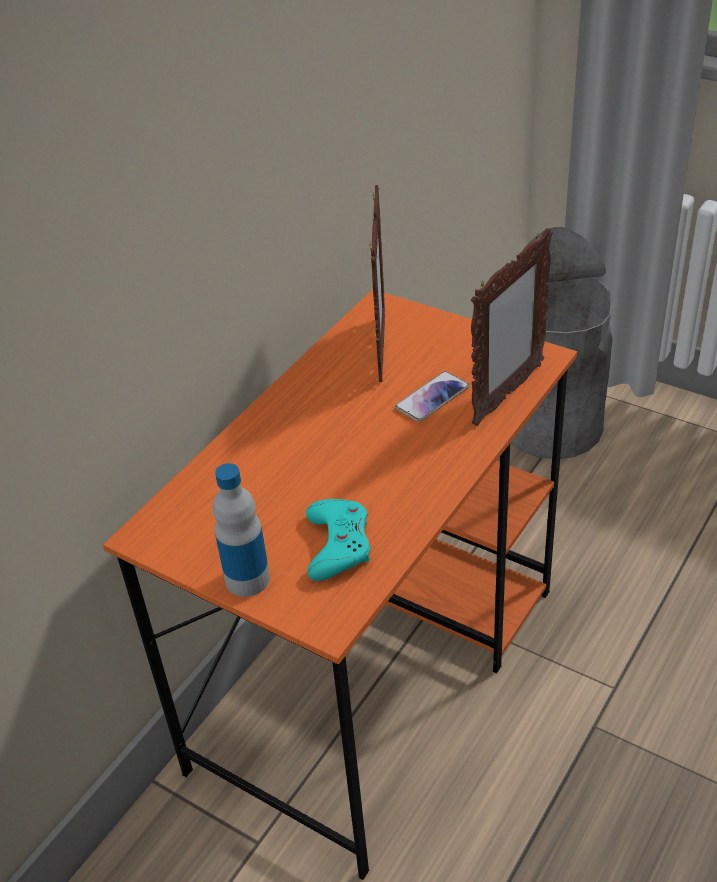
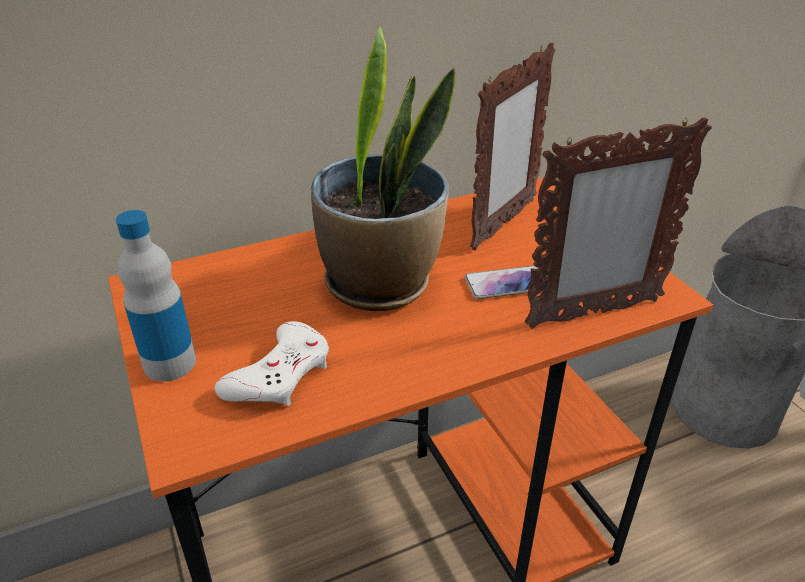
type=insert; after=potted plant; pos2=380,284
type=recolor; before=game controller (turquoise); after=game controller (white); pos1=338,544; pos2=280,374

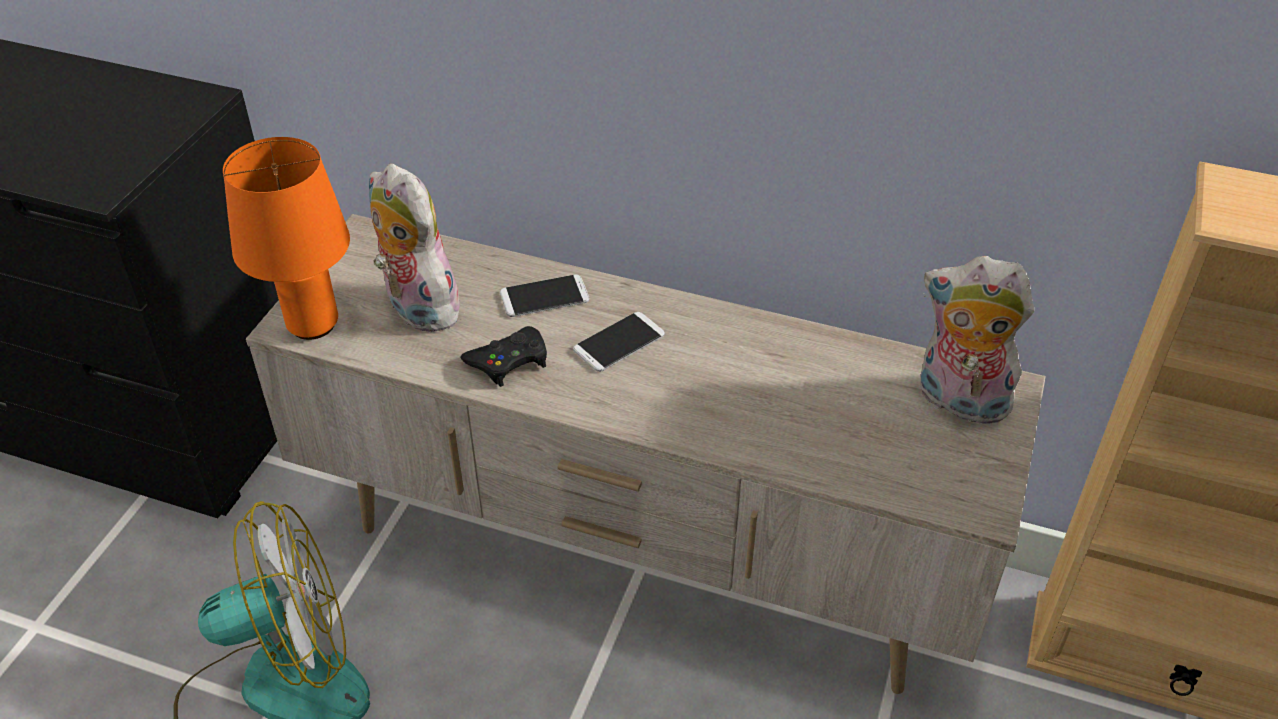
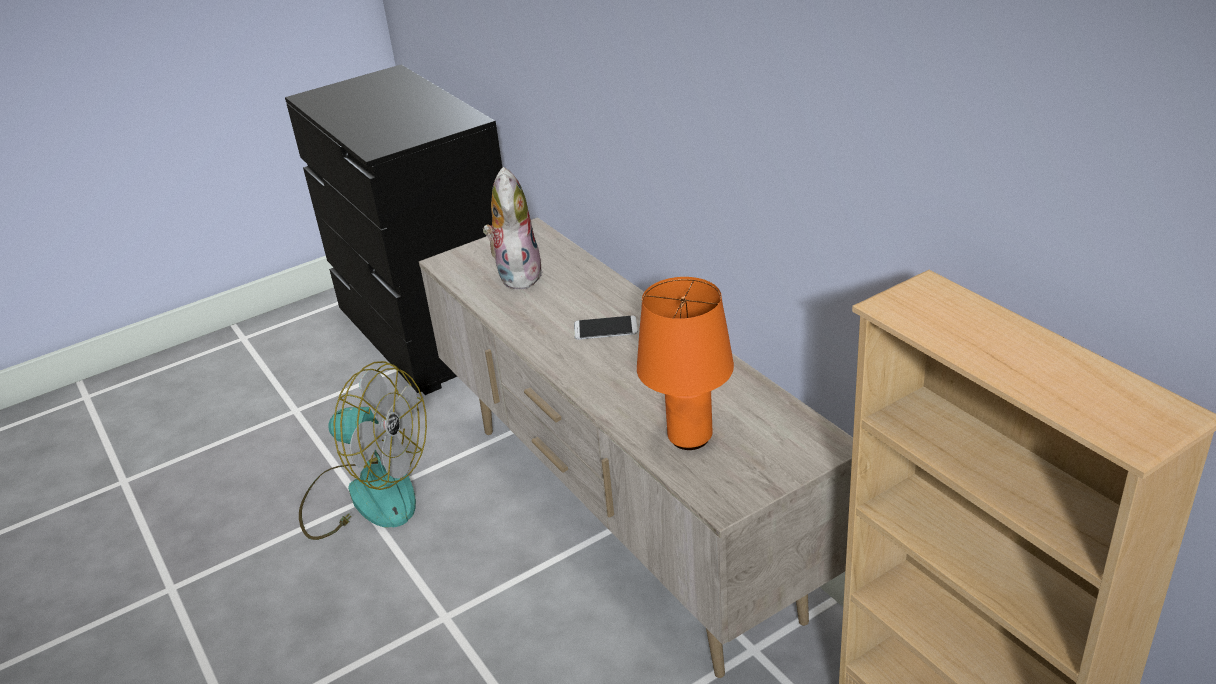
type=delete; before=game controller (black); pos1=509,361
type=delete; before=phone; pos1=544,297
type=delete; before=plush toy; pos1=958,402
type=move; before=table lamp (orange); pos1=313,325; pos2=689,439

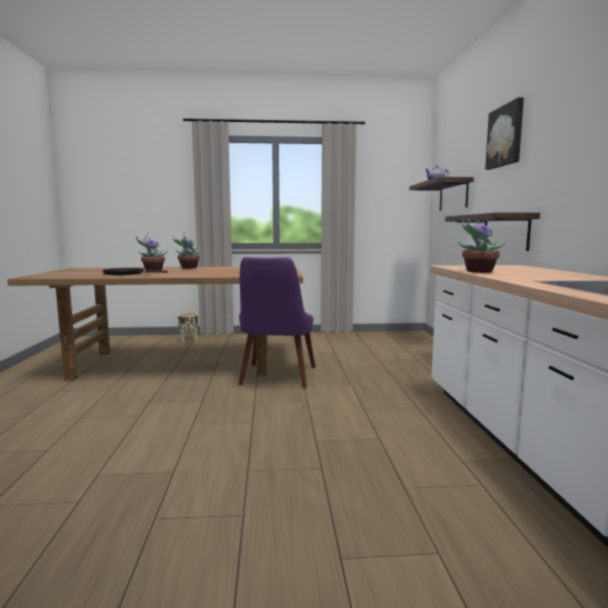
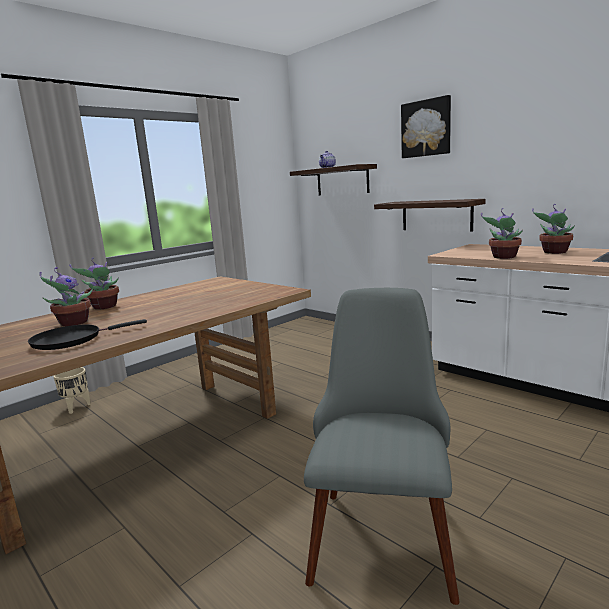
type=delete; before=chair (purple); pos1=276,379
type=insert; after=chair (grey); pos2=382,524
type=insert; after=potted plant; pos2=553,252

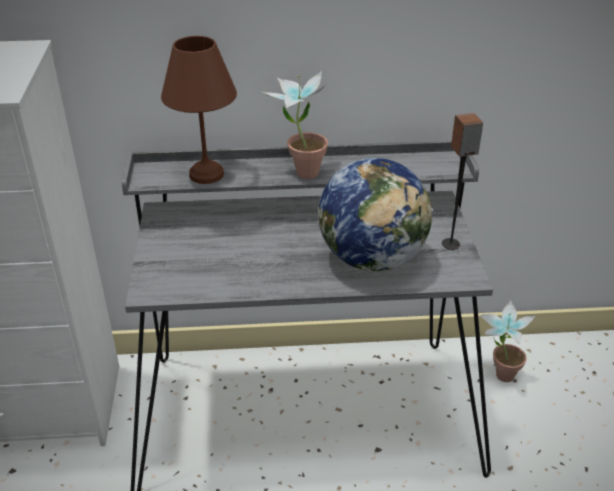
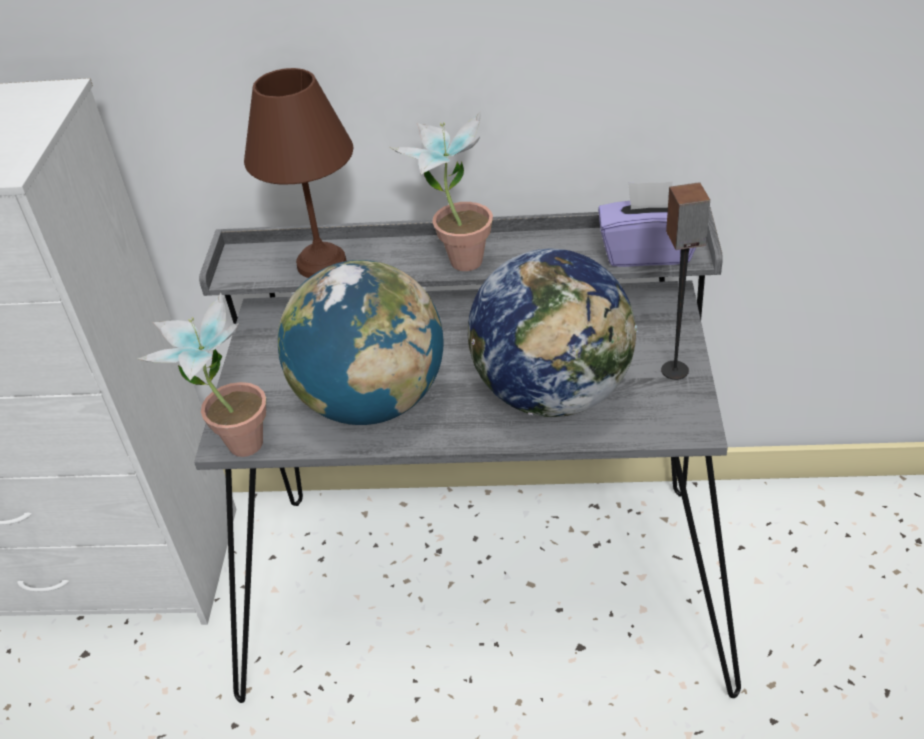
type=insert; after=globe; pos2=372,401
type=insert; after=tissue box (purple); pos2=647,251
type=move; before=potted plant; pos1=497,375; pos2=233,442

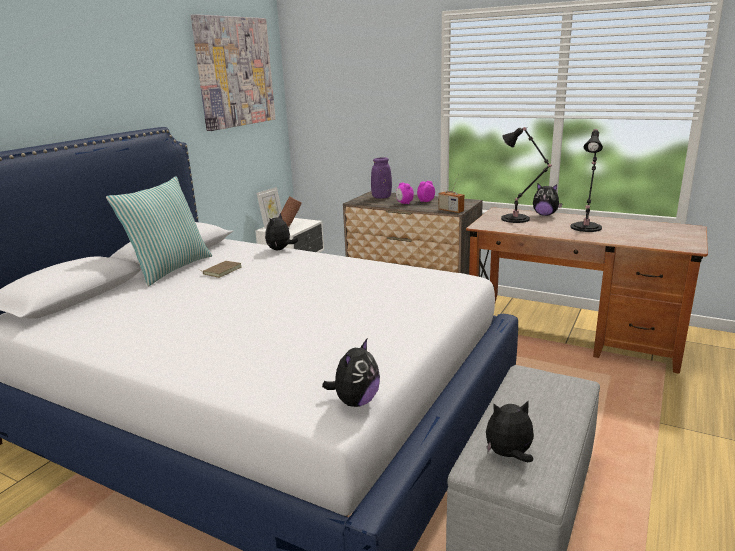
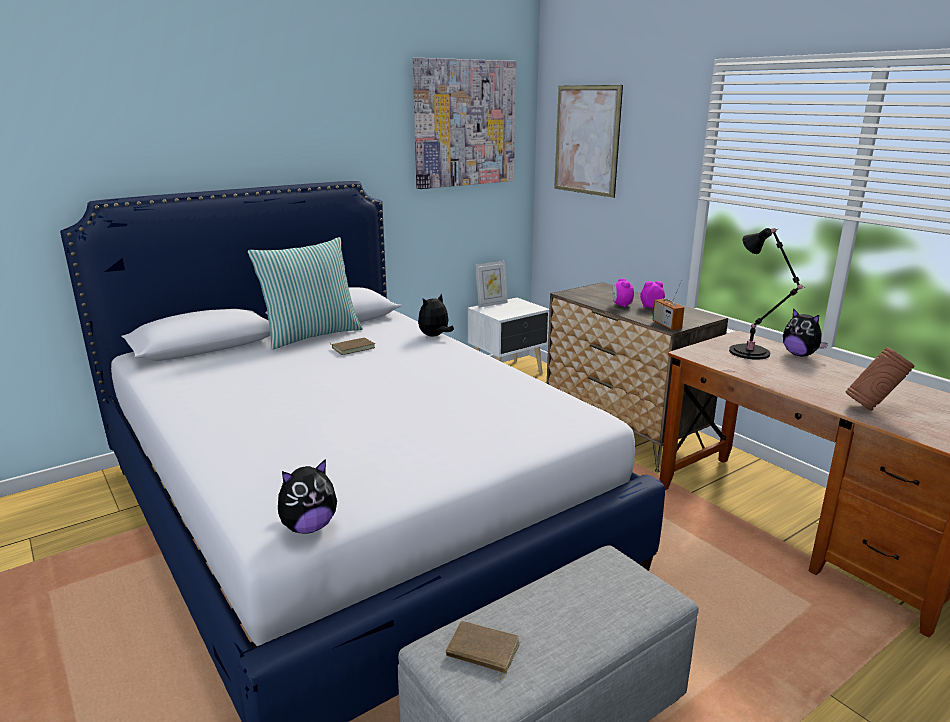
type=delete; before=vase (purple); pos1=381,197
type=delete; before=table lamp (black); pos1=586,227
type=insert; after=picture; pos2=586,140
type=move; before=vase (brown); pos1=290,226; pos2=872,408
type=replace; before=plush toy; after=book (brown); pos1=509,455; pos2=482,652

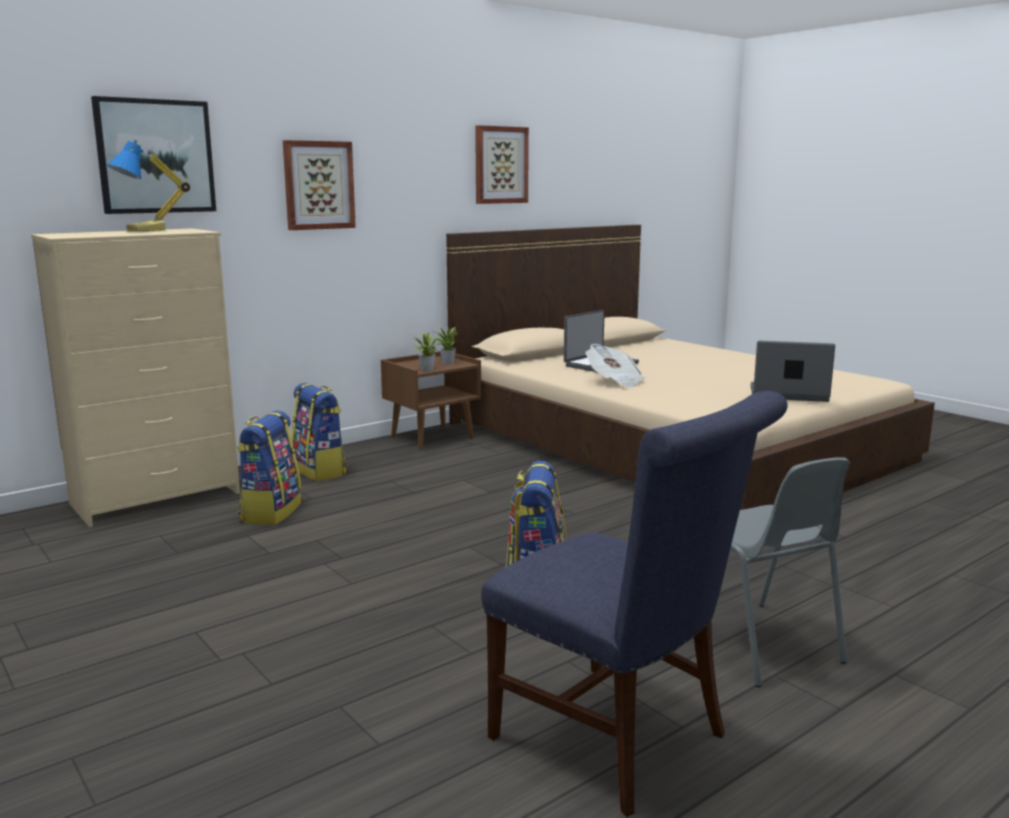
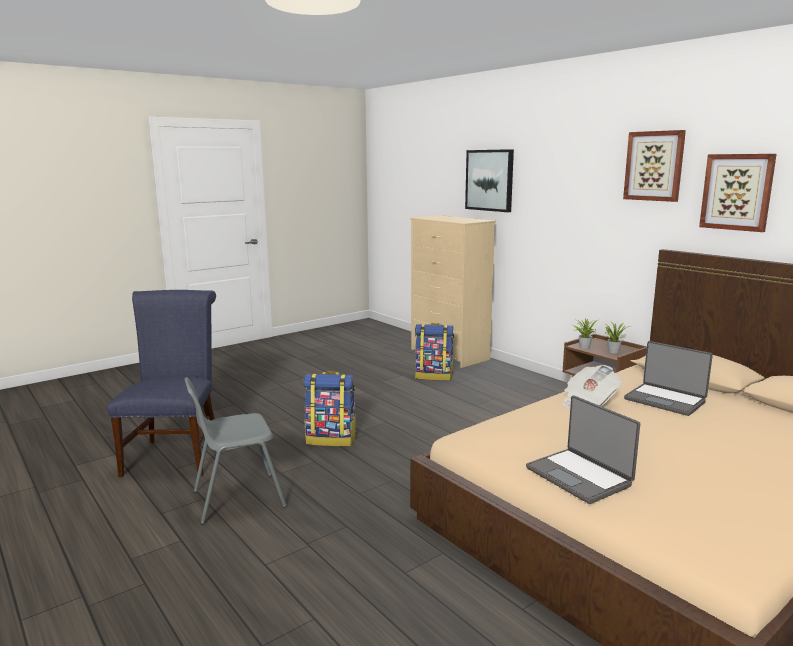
type=delete; before=table lamp; pos1=147,231
type=delete; before=backpack; pos1=320,471
type=move; before=picture; pos1=318,185; pos2=654,166
type=rotate; before=chair (blue); pos1=621,740; pos2=176,454; turn=135
type=rotate; before=laptop; pos1=788,394; pos2=579,476; turn=135

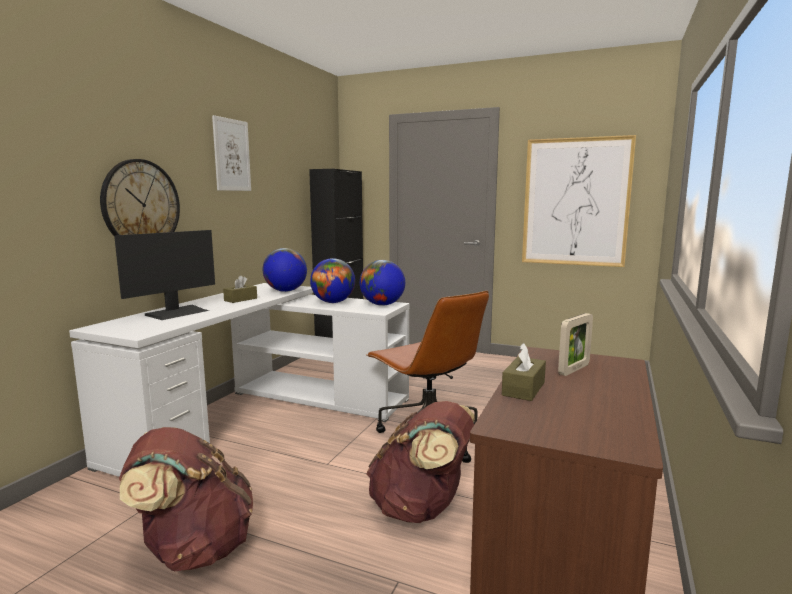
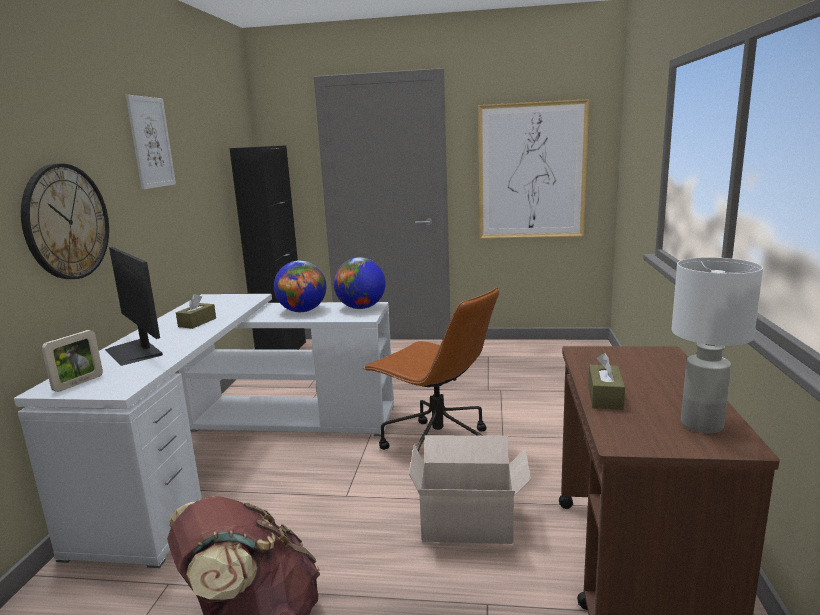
type=delete; before=globe; pos1=285,291
type=insert; after=table lamp (white); pos2=702,424
type=move; before=picture frame; pos1=574,369; pos2=78,383
type=replace; before=backpack (brown); after=cardboard box; pos1=421,508; pos2=470,524
type=rotate; before=monitor; pos1=177,312; pos2=135,352; turn=120

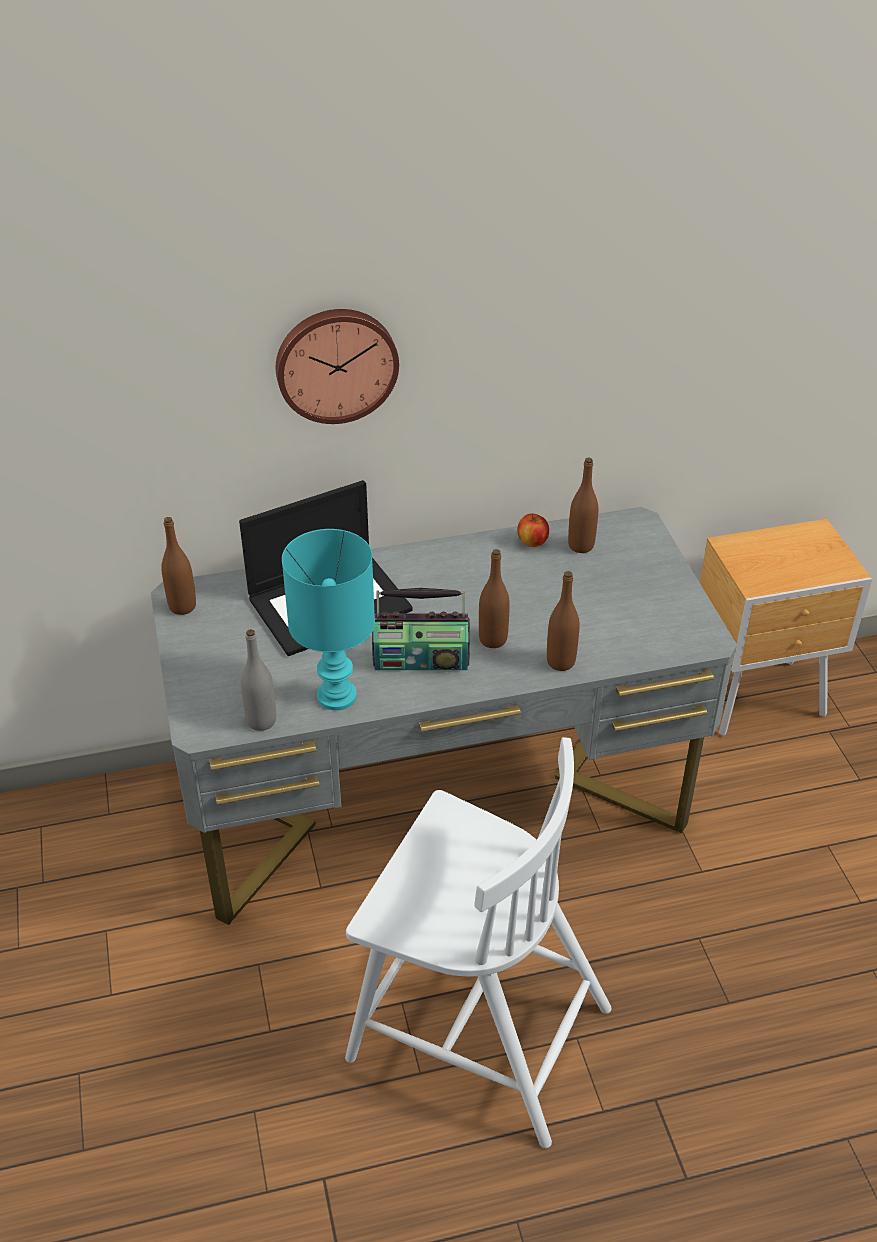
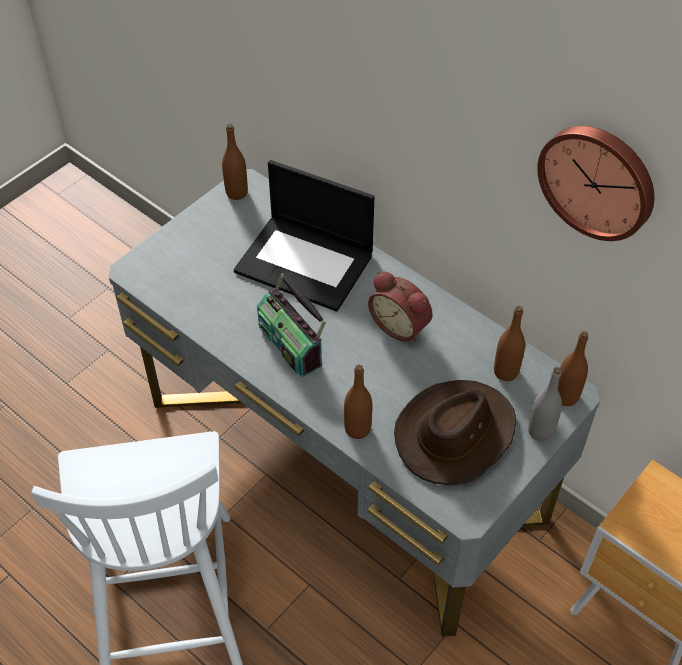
type=delete; before=table lamp (turquoise); pos1=335,695
type=delete; before=apple; pos1=532,542
type=insert; after=alarm clock; pos2=401,325
type=insert; after=hat (brown); pos2=455,434
type=move; before=bottle (grey); pos1=261,721; pos2=540,431
type=move; before=wall clock; pos1=336,363; pos2=598,180
type=move; before=bottle (brown); pos1=493,639; pos2=566,396

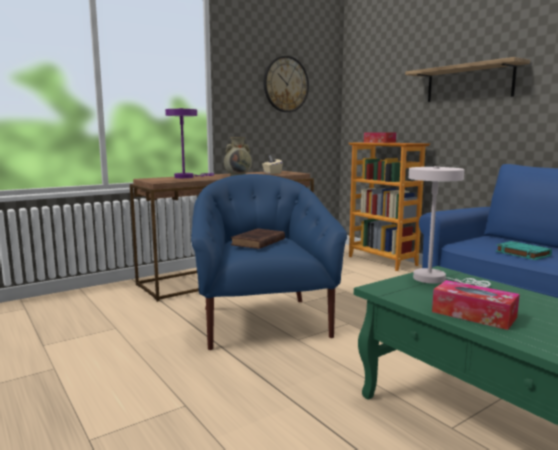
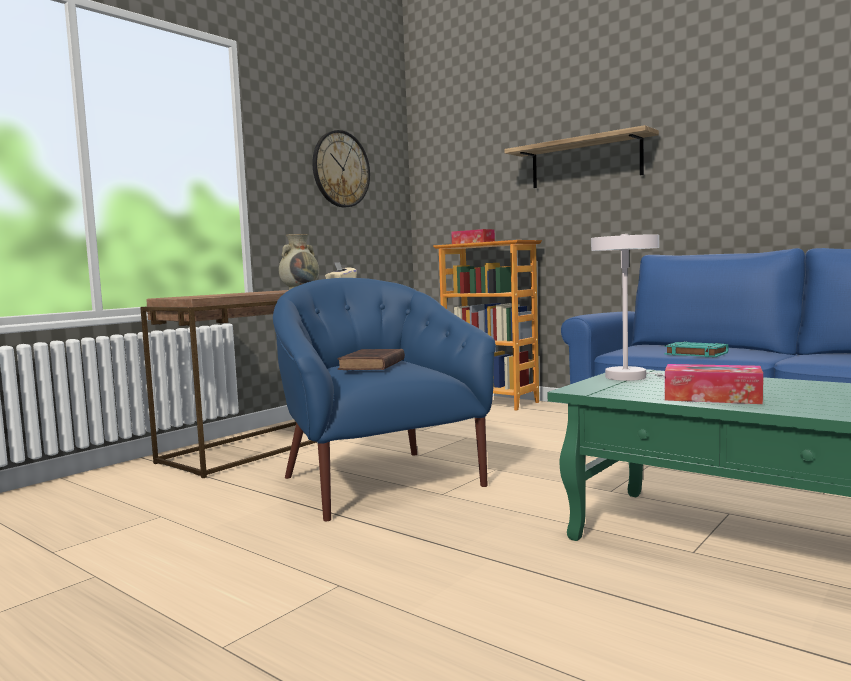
type=delete; before=table lamp (purple); pos1=187,177

